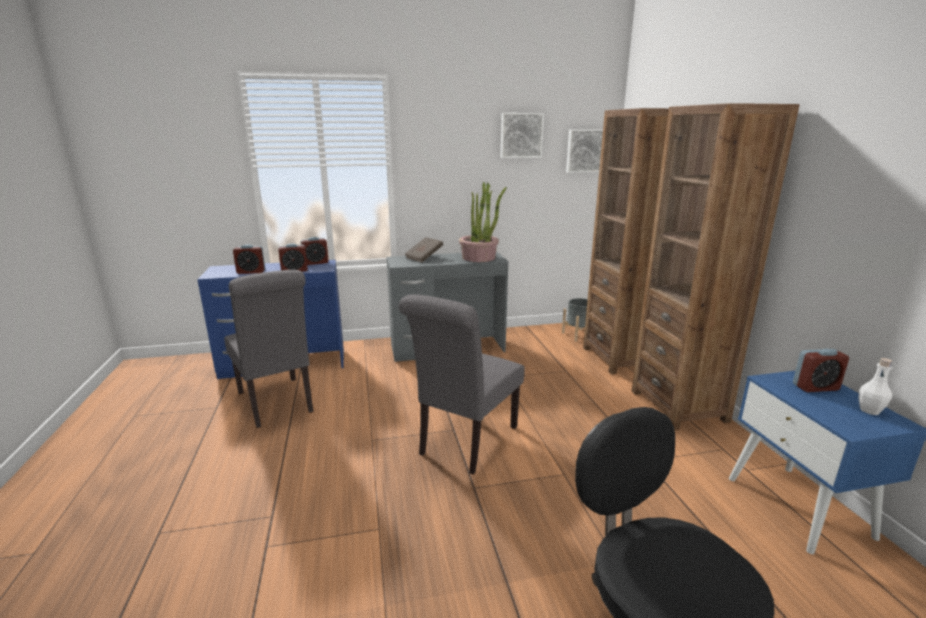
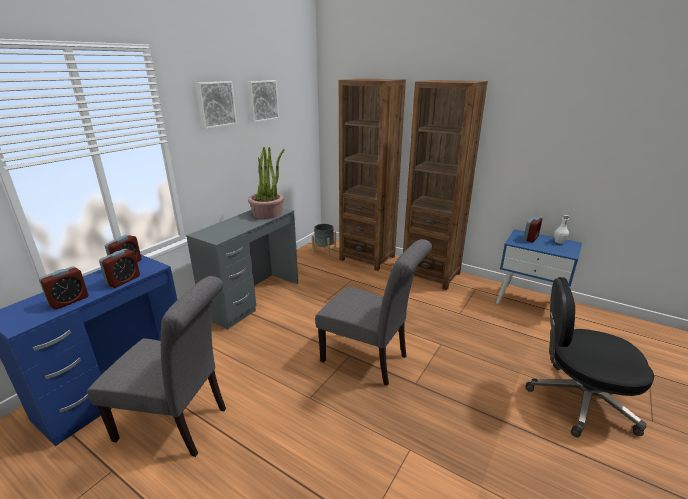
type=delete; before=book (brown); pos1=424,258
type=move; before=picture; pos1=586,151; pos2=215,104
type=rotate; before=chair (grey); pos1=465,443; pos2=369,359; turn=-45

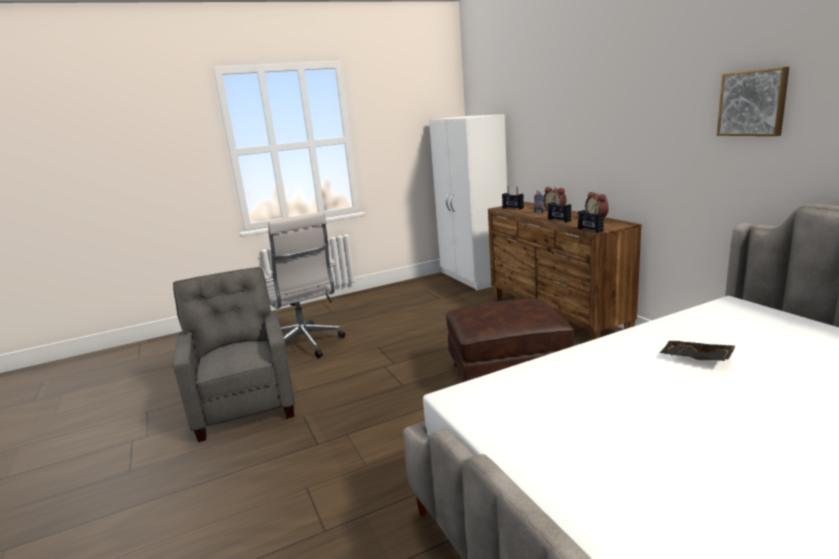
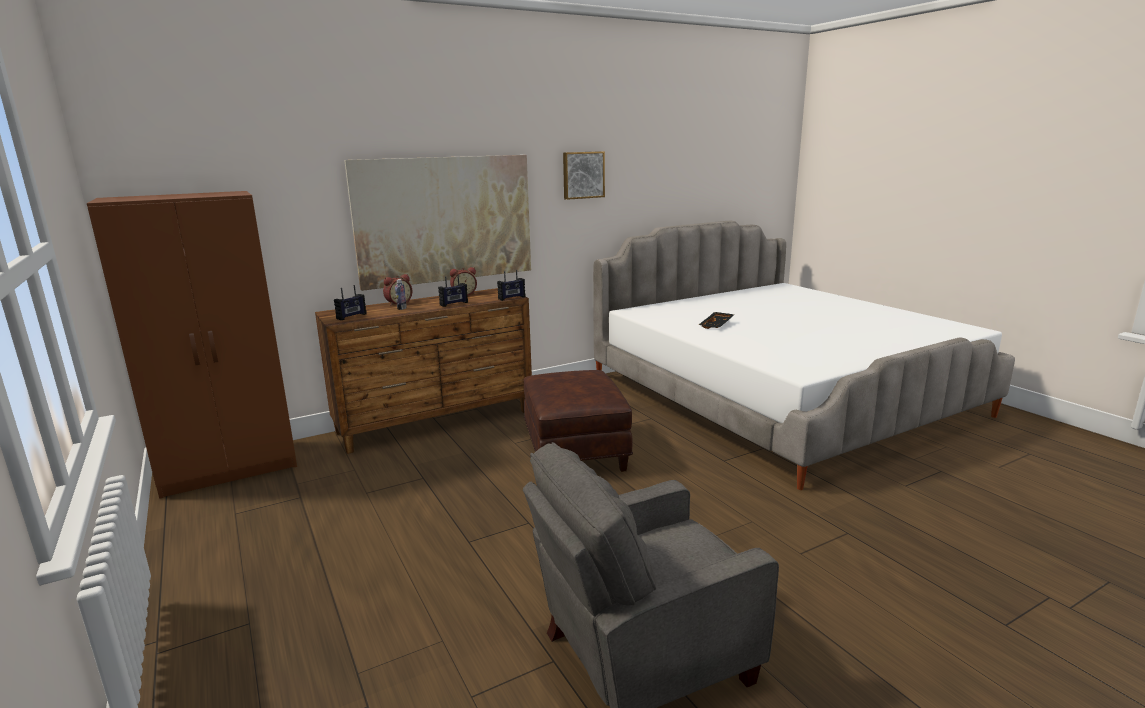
type=delete; before=office chair (white); pos1=305,346
type=insert; after=picture; pos2=445,219
type=recolor; before=wardrobe (white); after=wardrobe (brown); pos1=474,278; pos2=231,469

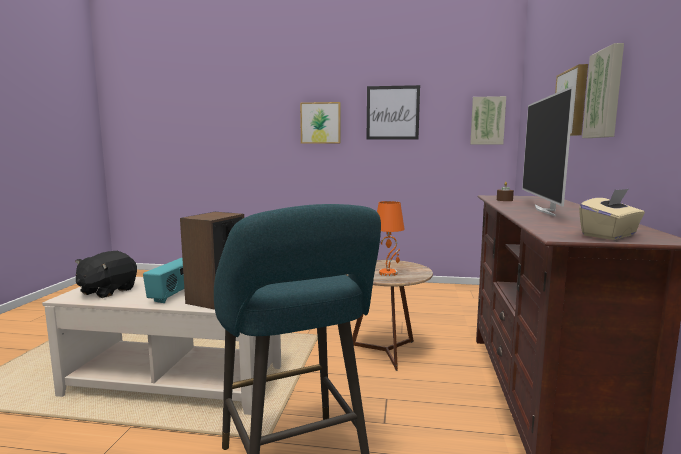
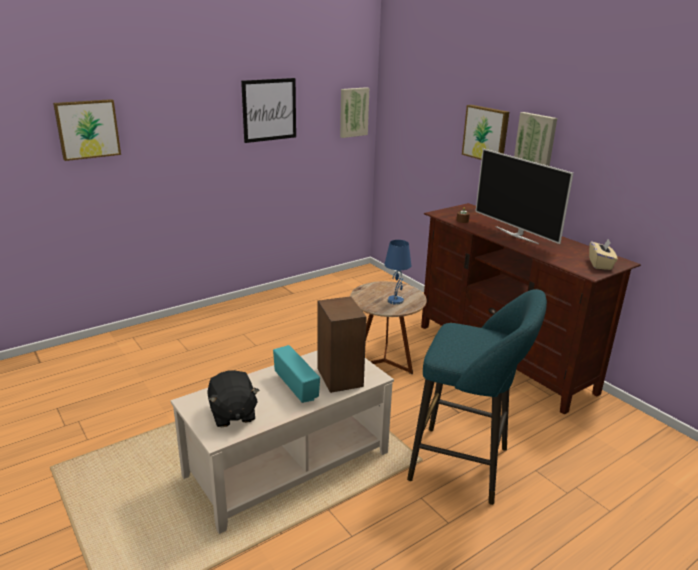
type=move; before=picture; pos1=321,123; pos2=87,129
type=recolor; before=table lamp (orange); after=table lamp (blue); pos1=388,273; pos2=395,300

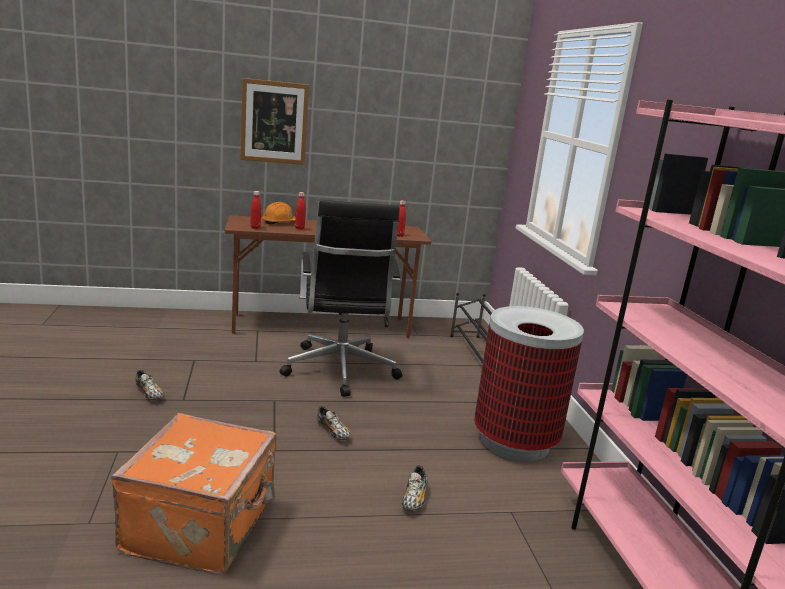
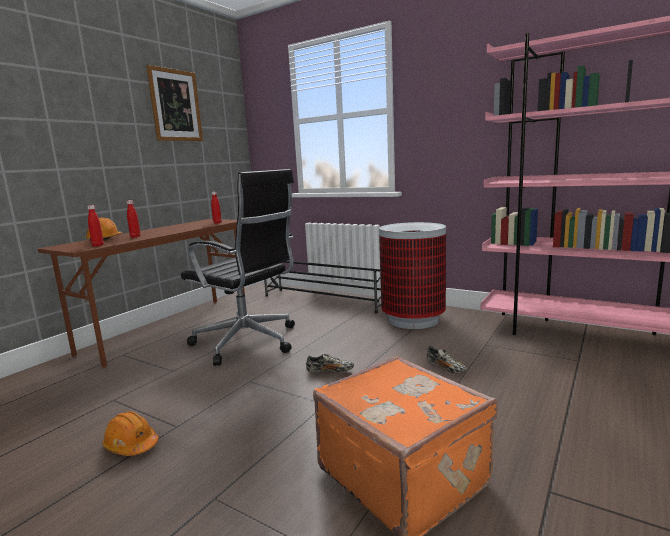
type=move; before=picture; pos1=274,122; pos2=175,105
type=replace; before=shoe; after=hard hat (orange); pos1=149,394; pos2=131,445

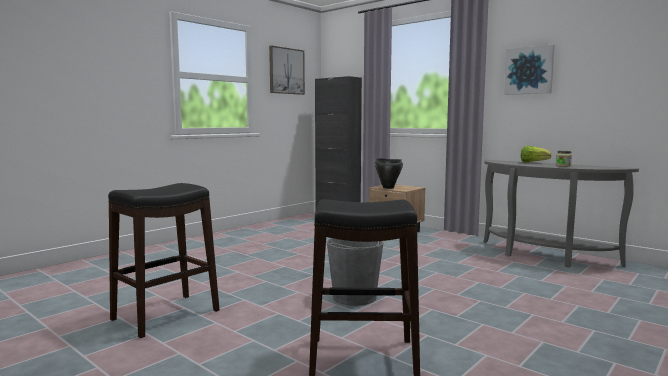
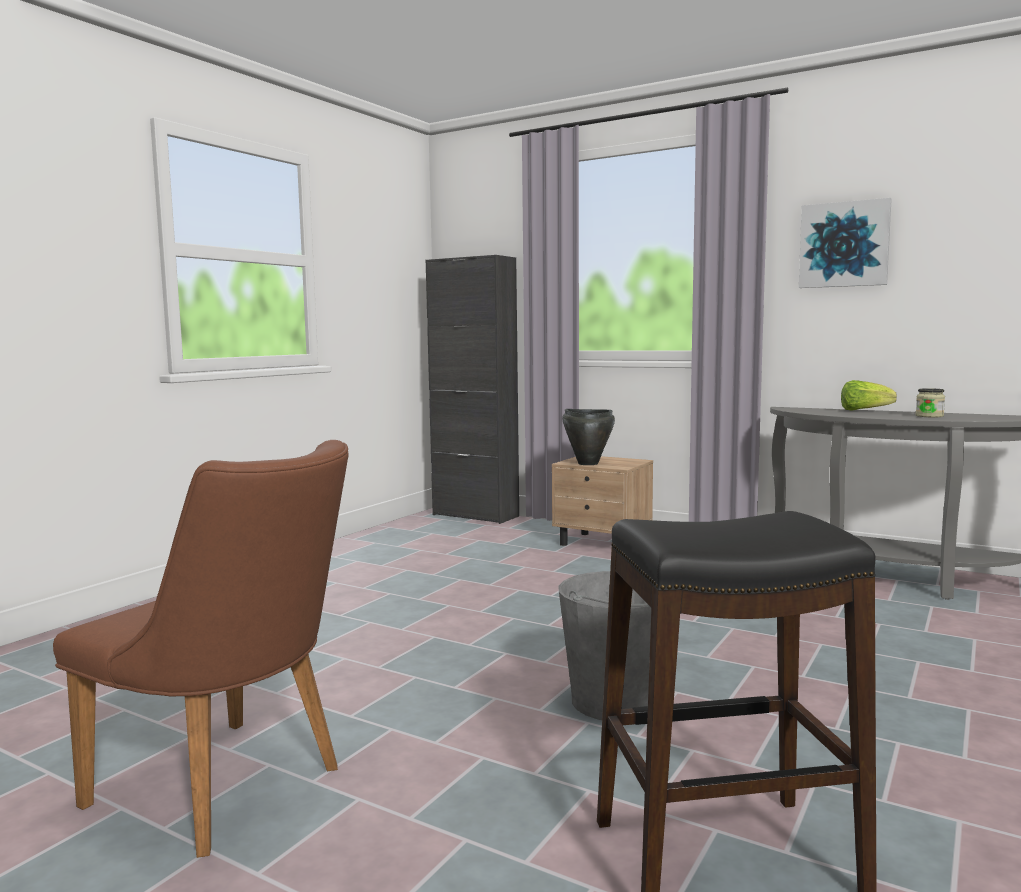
type=delete; before=picture; pos1=286,71
type=replace; before=stool (black); after=chair (brown); pos1=165,315; pos2=233,790

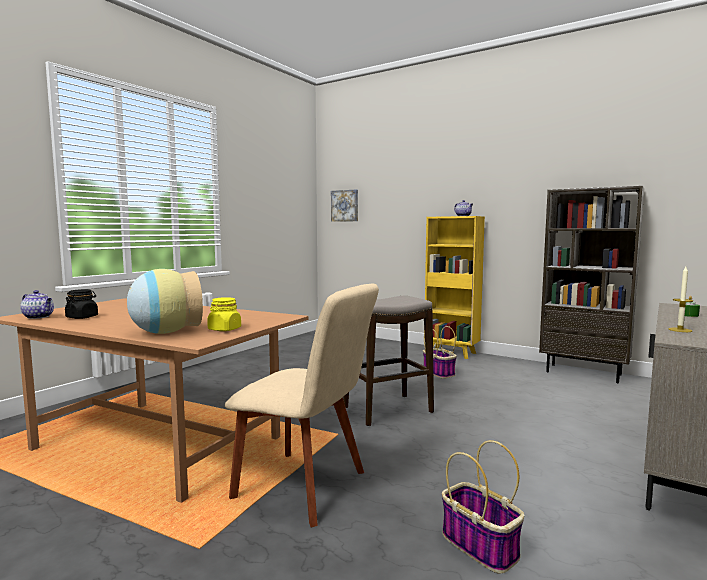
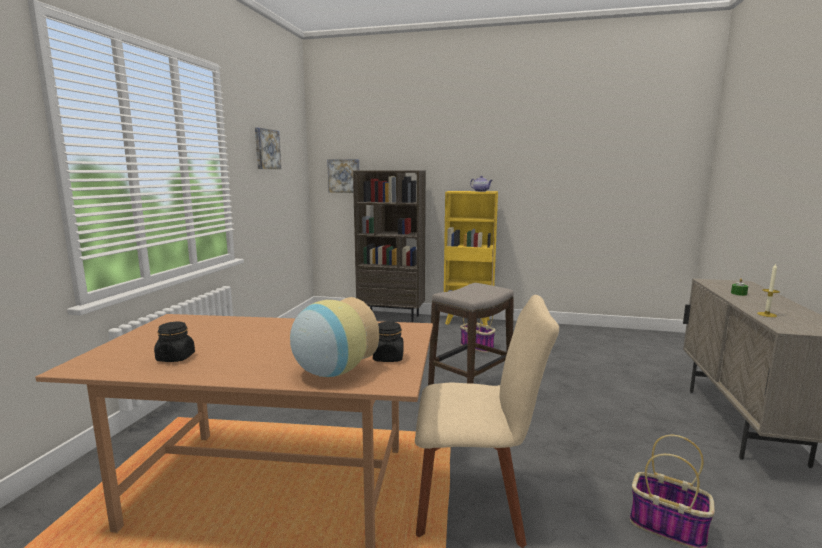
type=delete; before=teapot; pos1=39,317
type=insert; after=picture; pos2=266,149
type=move; before=bookcase (brown); pos1=584,373; pos2=391,317
type=recolor; before=jar (yellow); after=jar (black); pos1=224,329; pos2=388,358

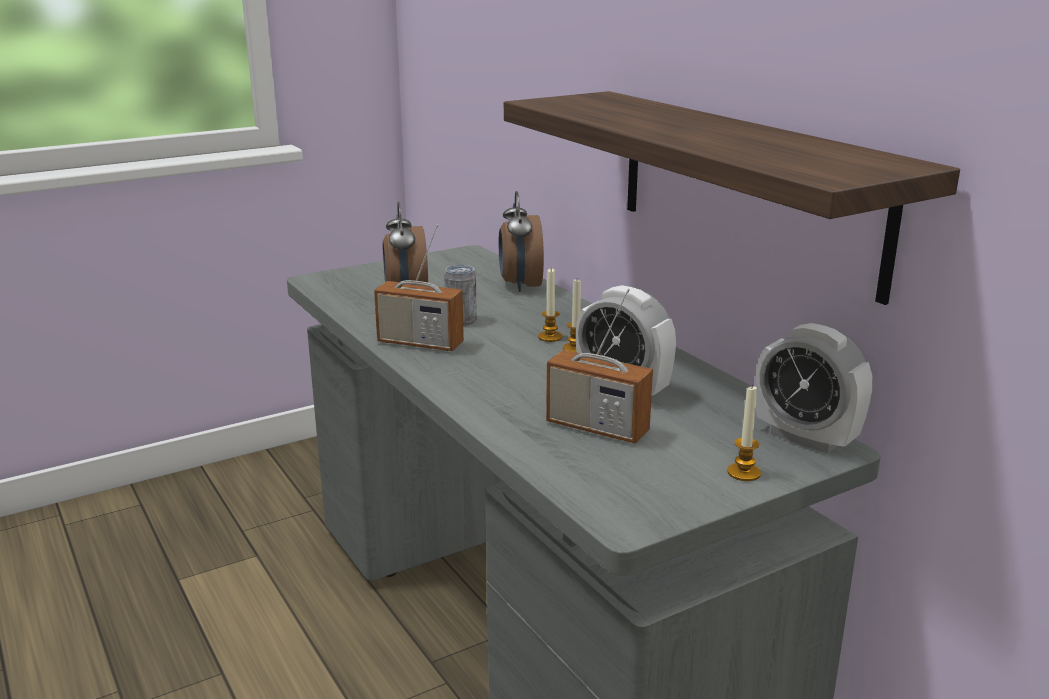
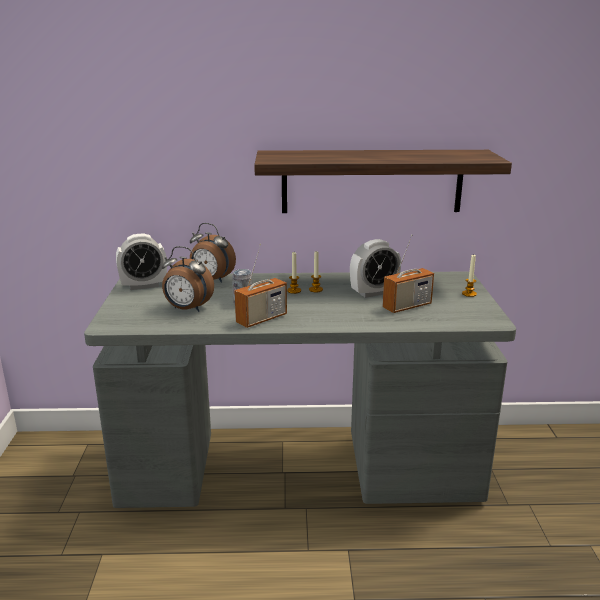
type=move; before=alarm clock; pos1=805,438; pos2=144,286

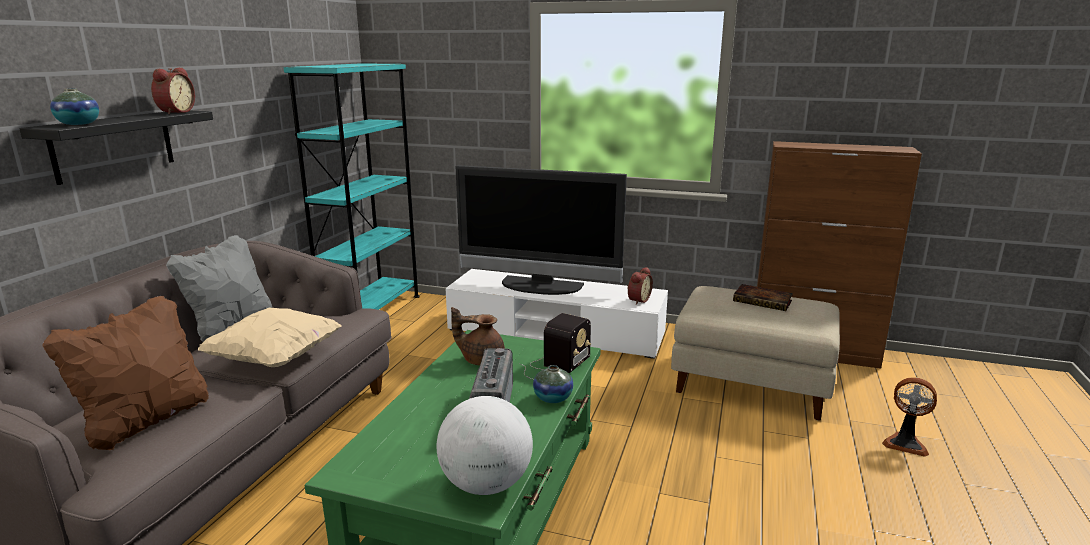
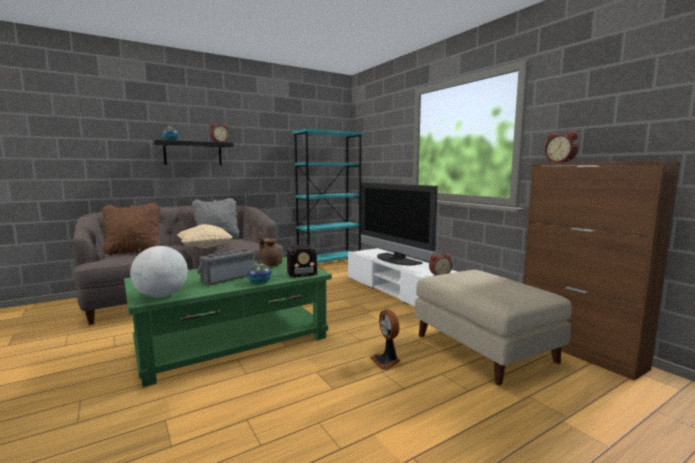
type=delete; before=book; pos1=764,301
type=insert; after=alarm clock; pos2=561,162
type=move; before=fan; pos1=905,443; pos2=386,361

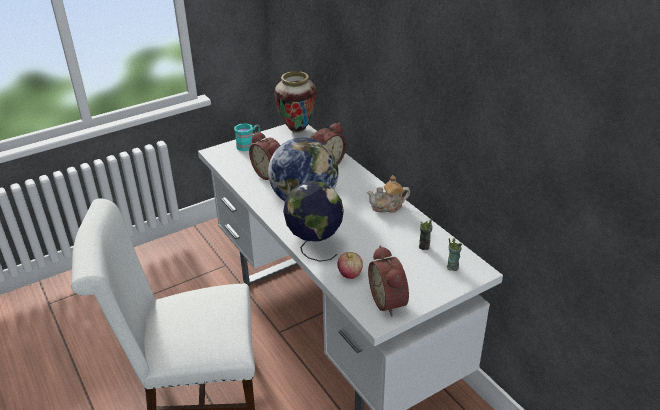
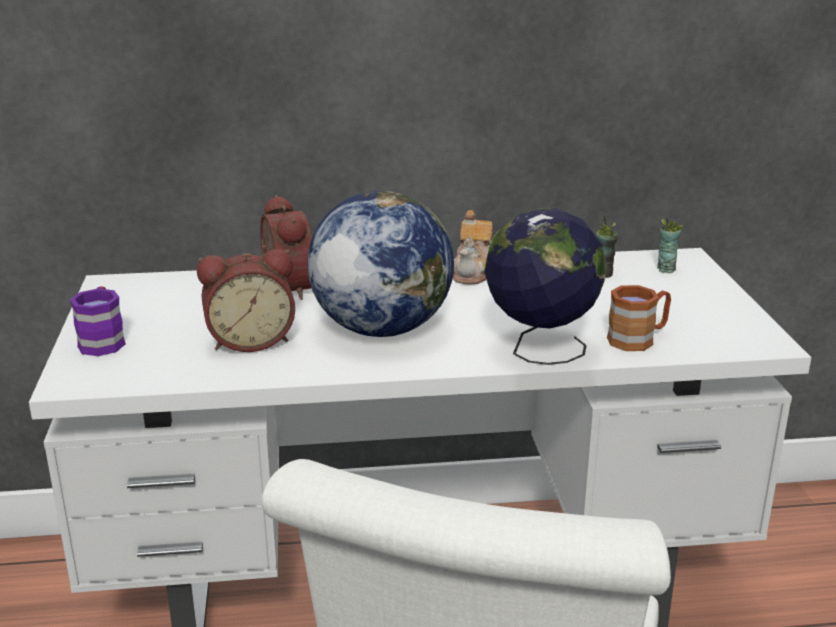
type=delete; before=vase; pos1=297,129
type=delete; before=alarm clock; pos1=390,301
type=replace; before=apple; after=mug (brown); pos1=350,274; pos2=638,339
type=recolor; before=mug (turquoise); after=mug (purple); pos1=249,145; pos2=103,340

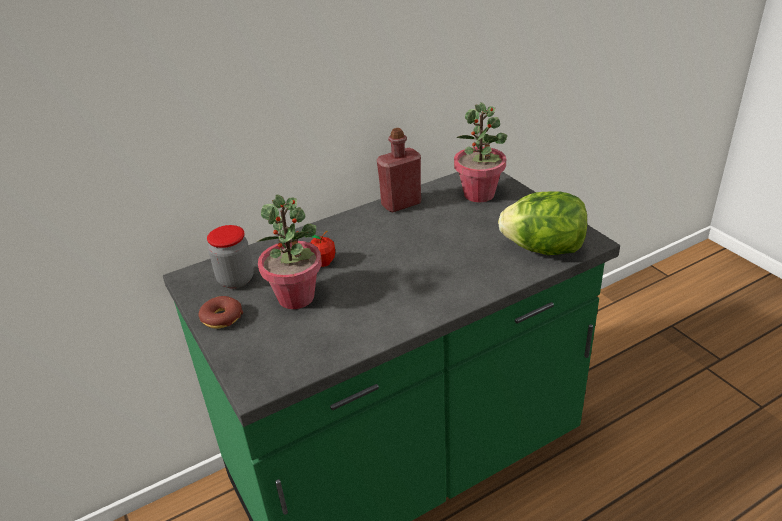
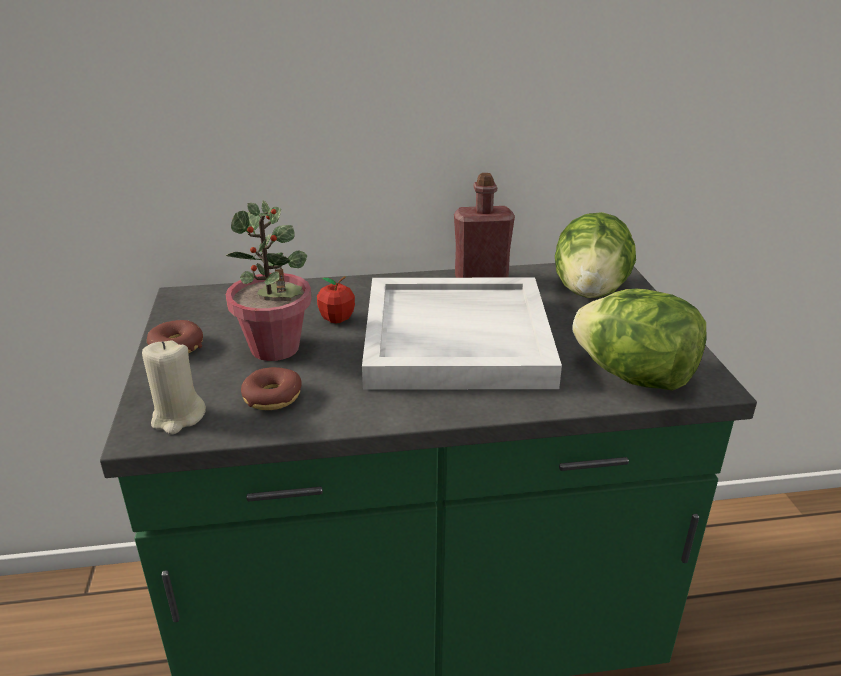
type=delete; before=jar; pos1=236,279
type=insert; after=candle (beige); pos2=178,417
type=insert; after=donut; pos2=272,397
type=insert; after=tray (white); pos2=458,338
type=replace; before=potted plant; after=lettuce; pos1=479,194; pos2=590,292

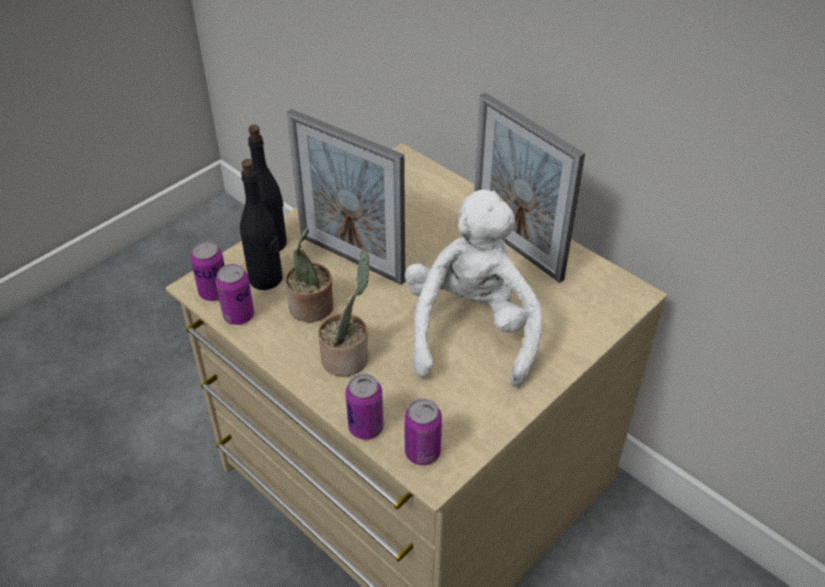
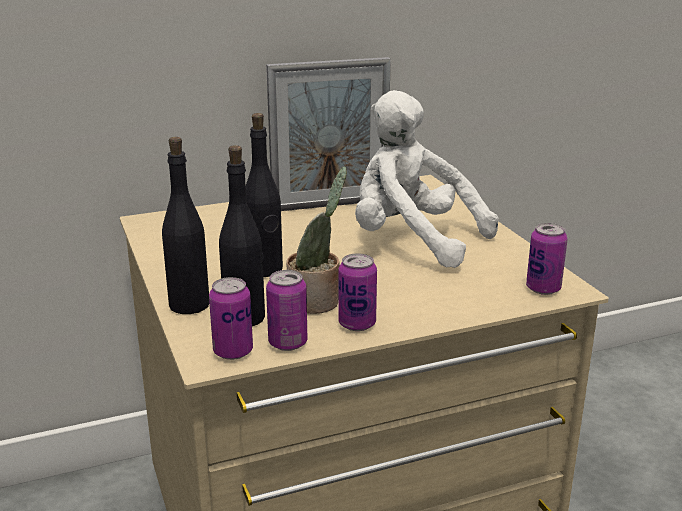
type=delete; before=potted plant; pos1=348,357
type=move; before=can; pos1=366,427; pos2=357,324
type=replace; before=picture frame; after=bottle (black); pos1=351,258; pos2=264,270

